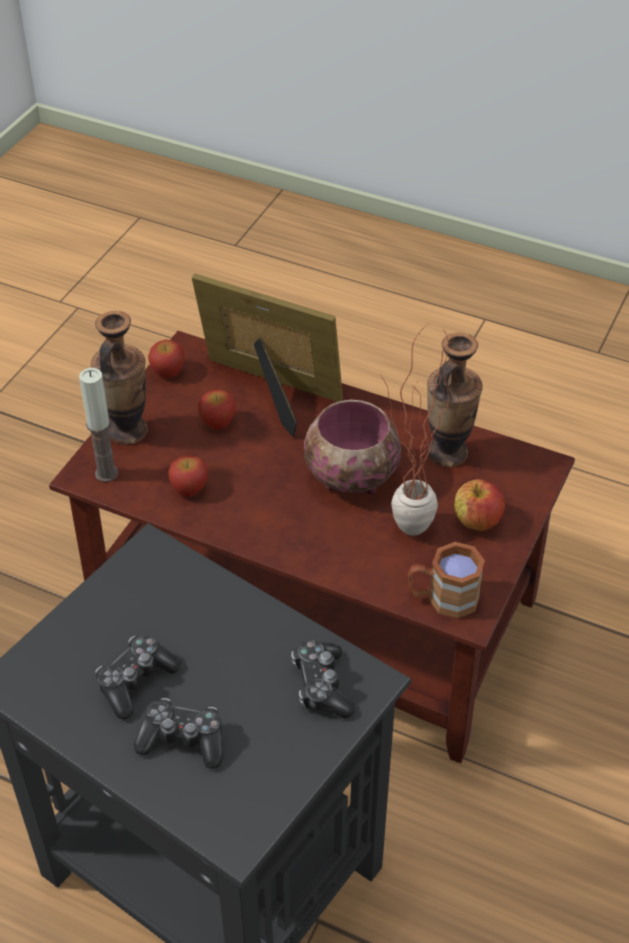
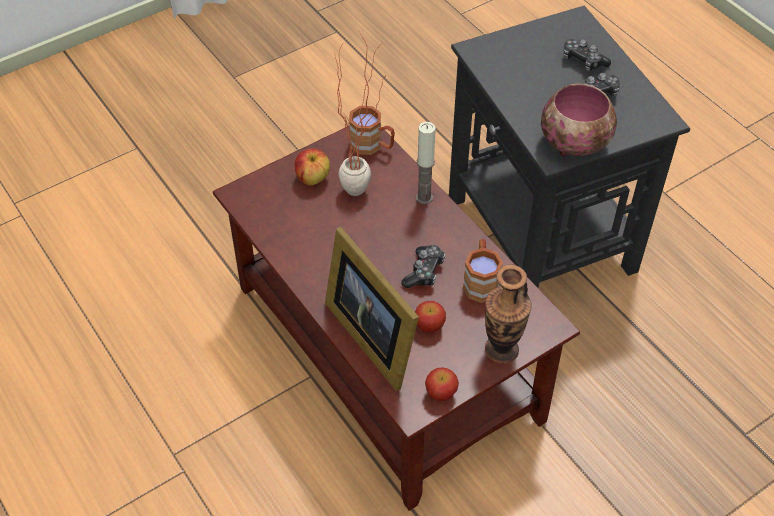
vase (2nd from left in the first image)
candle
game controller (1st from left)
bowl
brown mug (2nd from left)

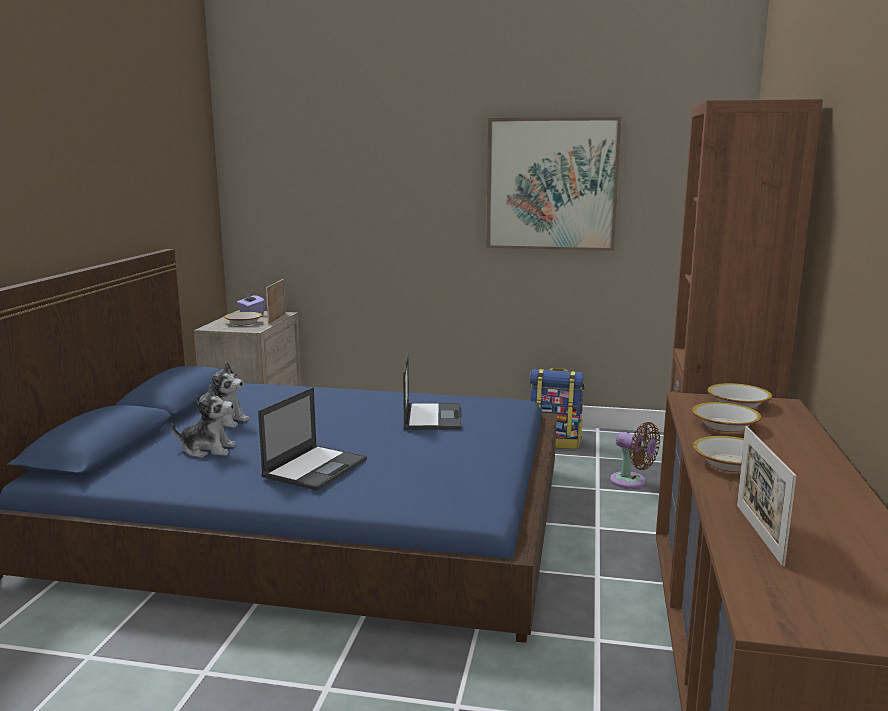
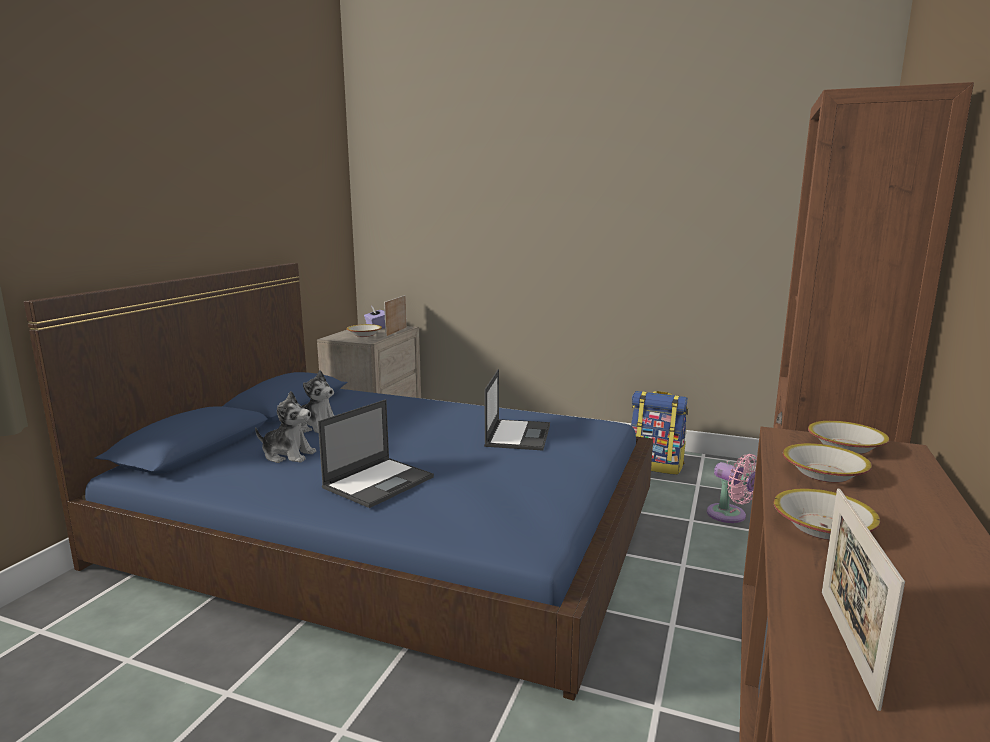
picture
pink fan

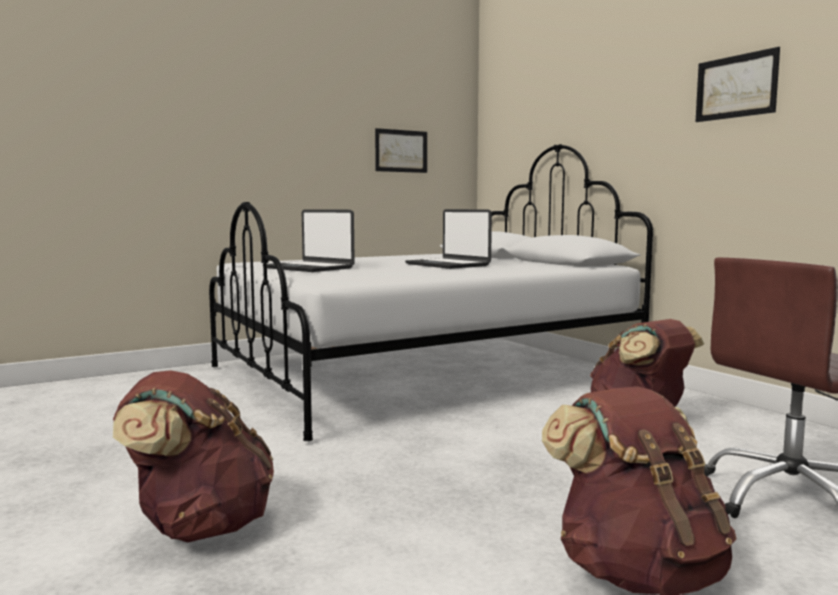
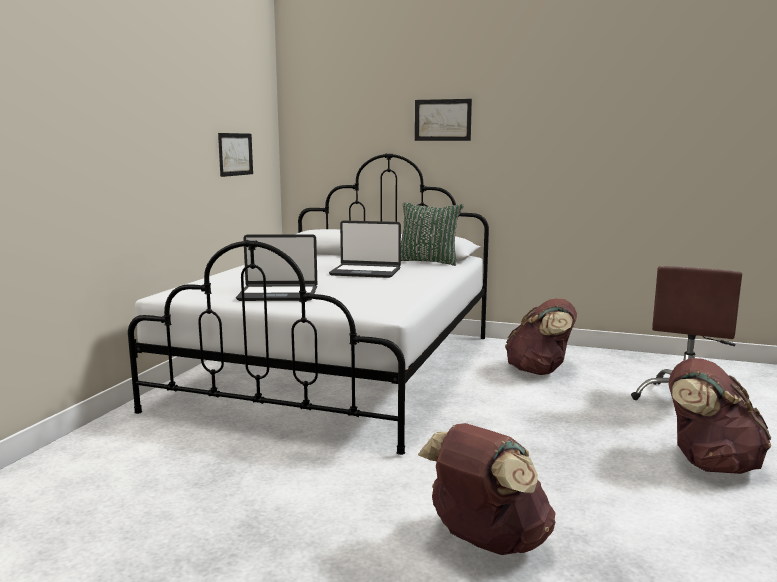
green pillow
picture (2nd from left)

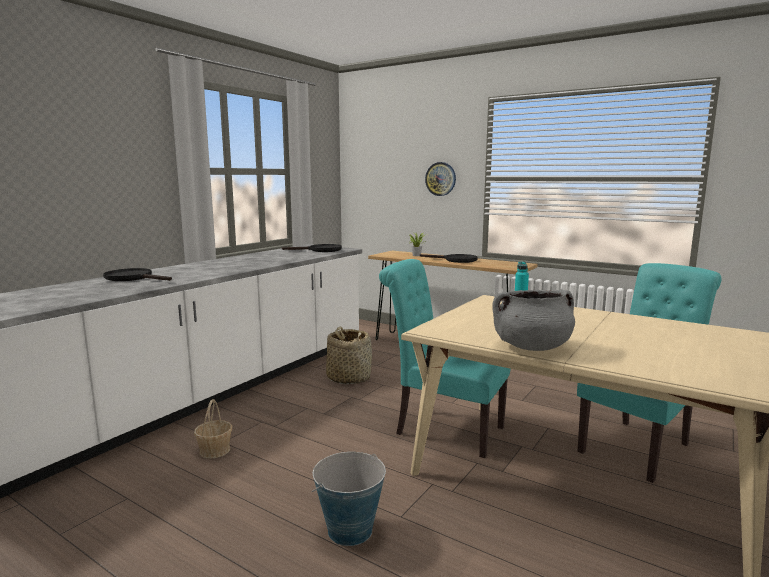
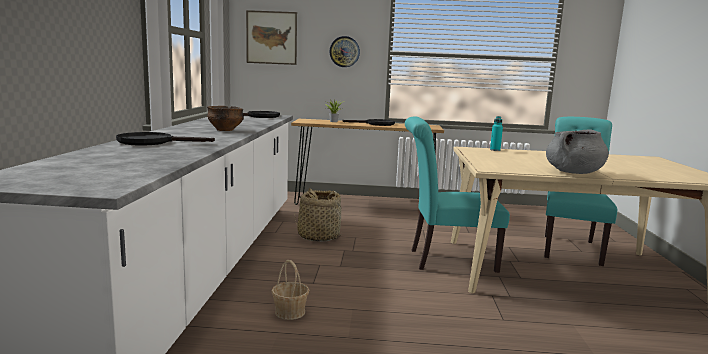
bucket
bowl
picture

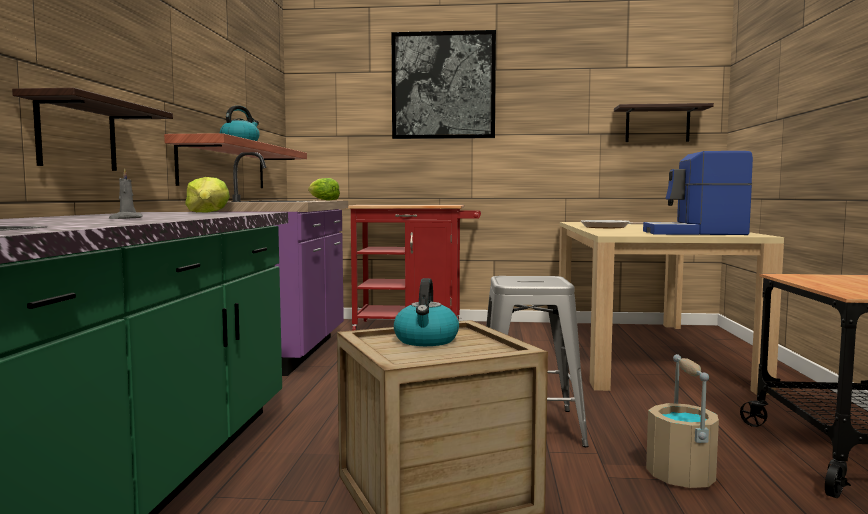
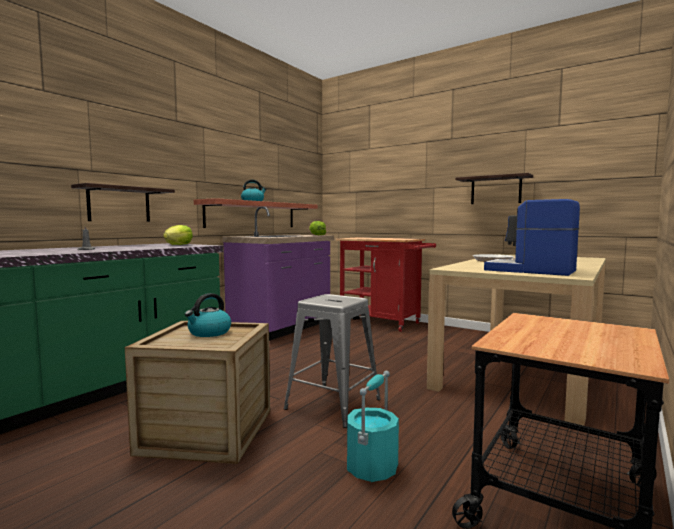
picture
shelf (3rd from left)
turquoise bucket

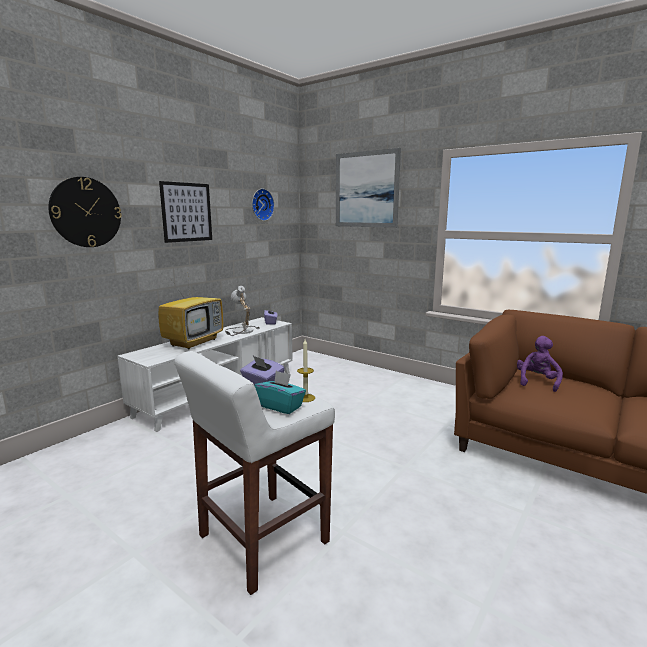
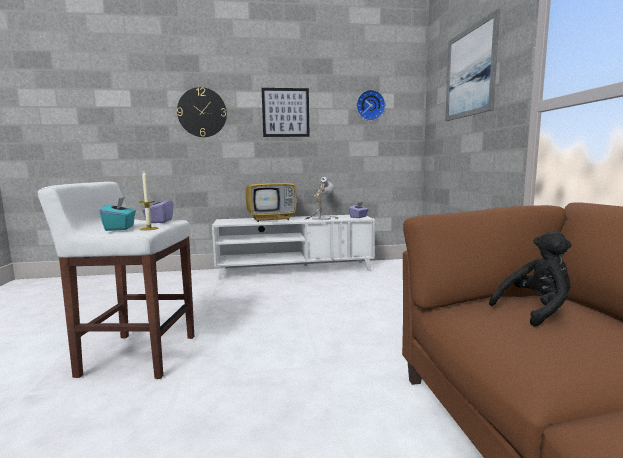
black plush toy

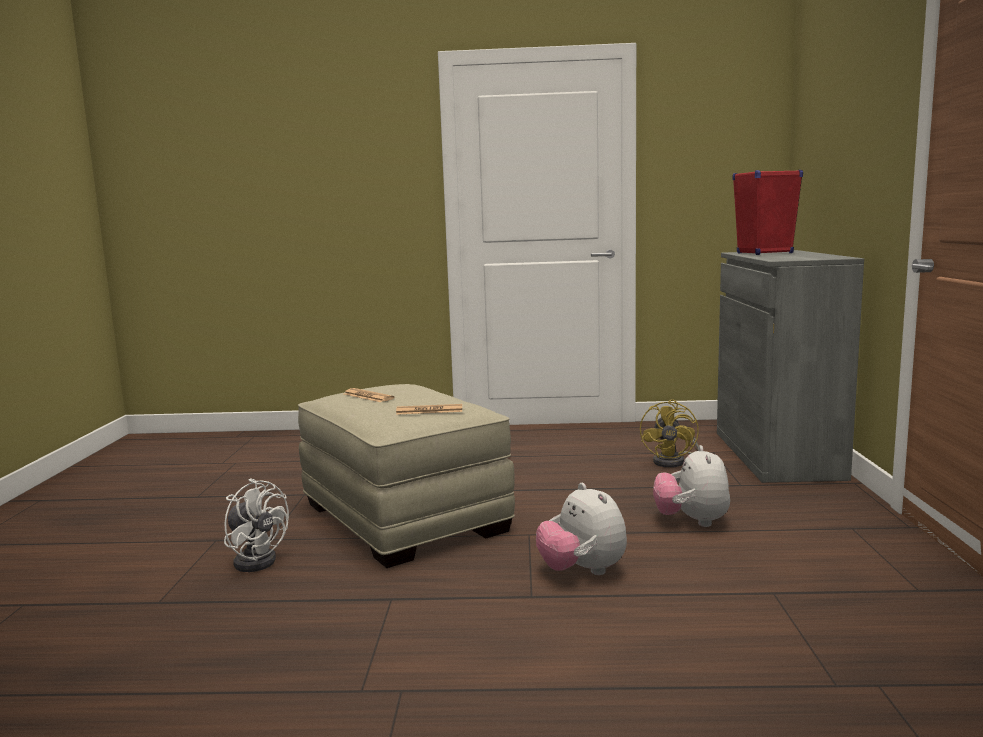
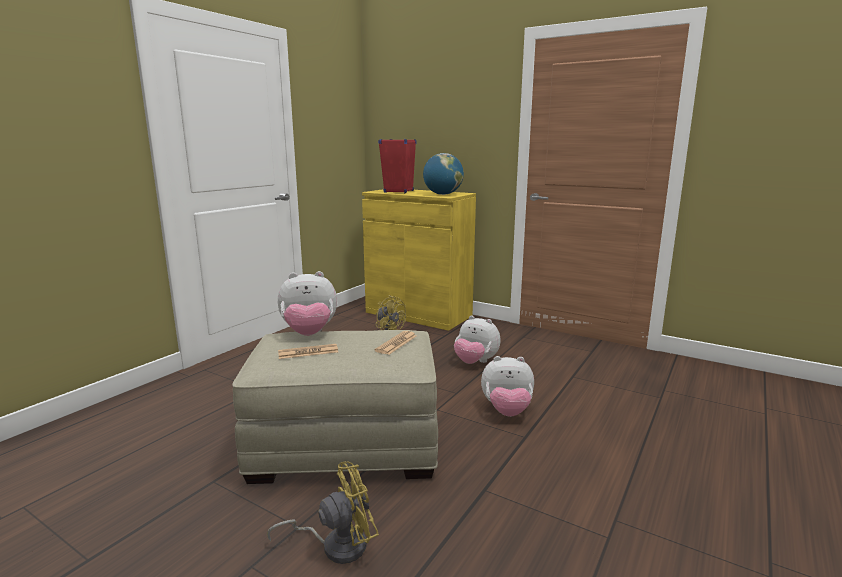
plush toy (1st from left)
globe
yellow fan (1st from left)
yellow cabinet

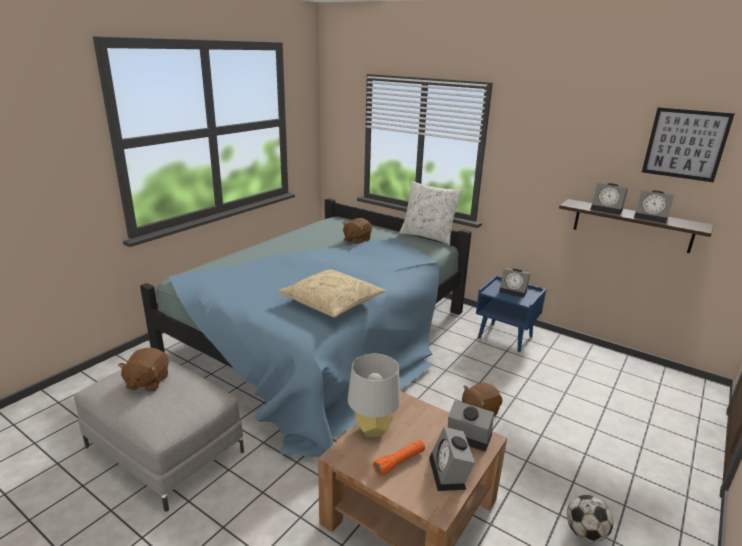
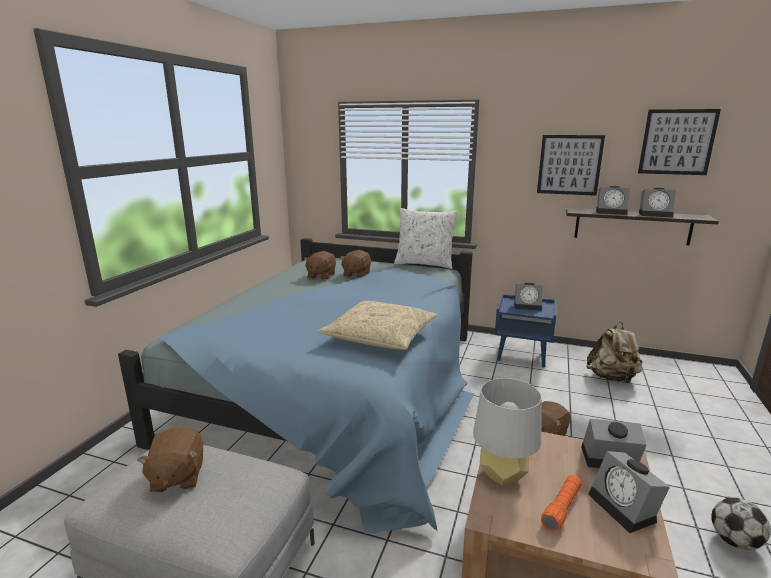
brown plush toy (2nd from left)
picture (1st from left)
beige backpack

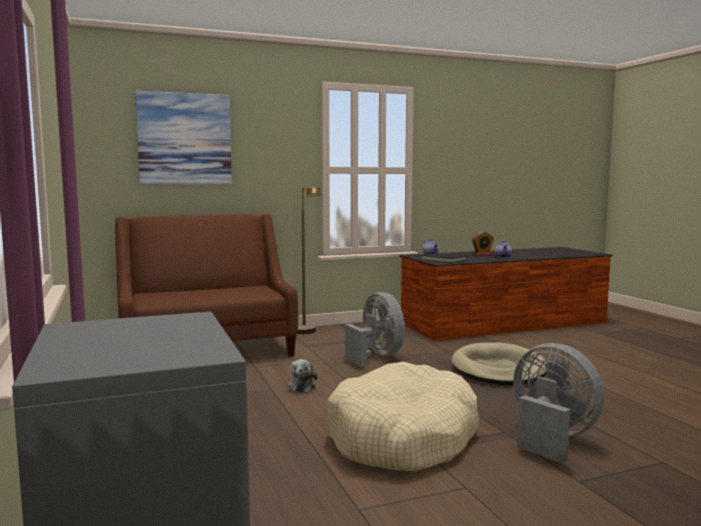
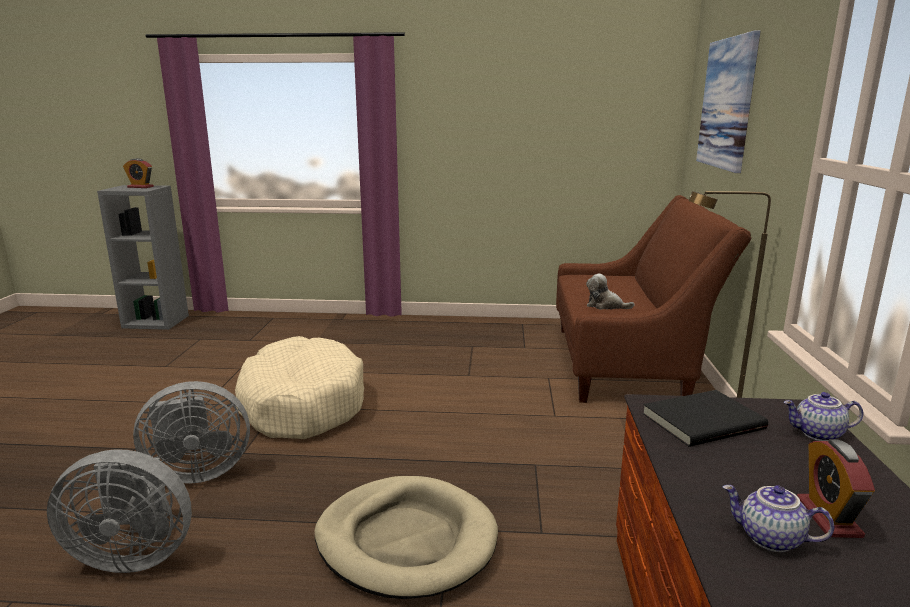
alarm clock (1st from left)
plush toy
grey fan (1st from left)

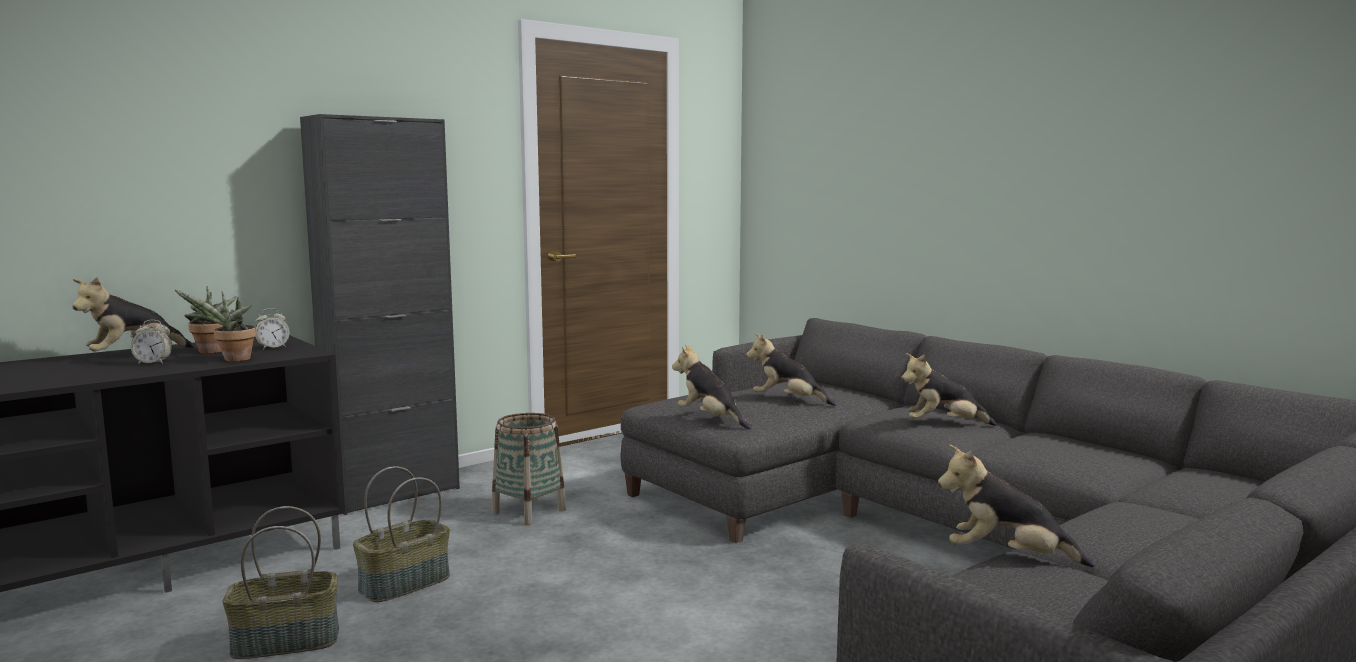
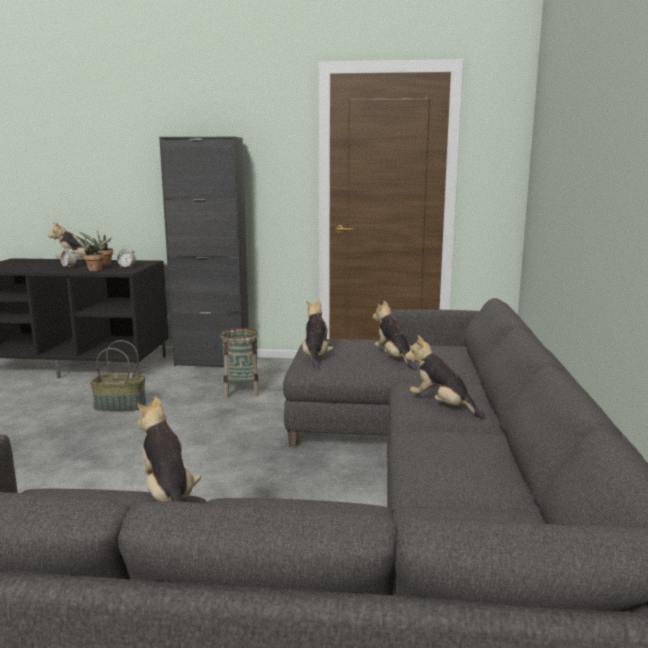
basket (1st from left in the first image)

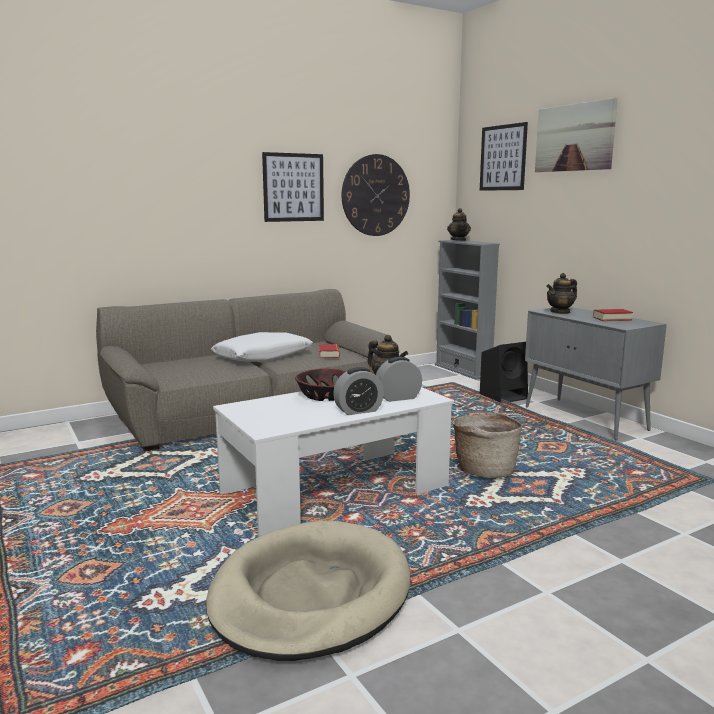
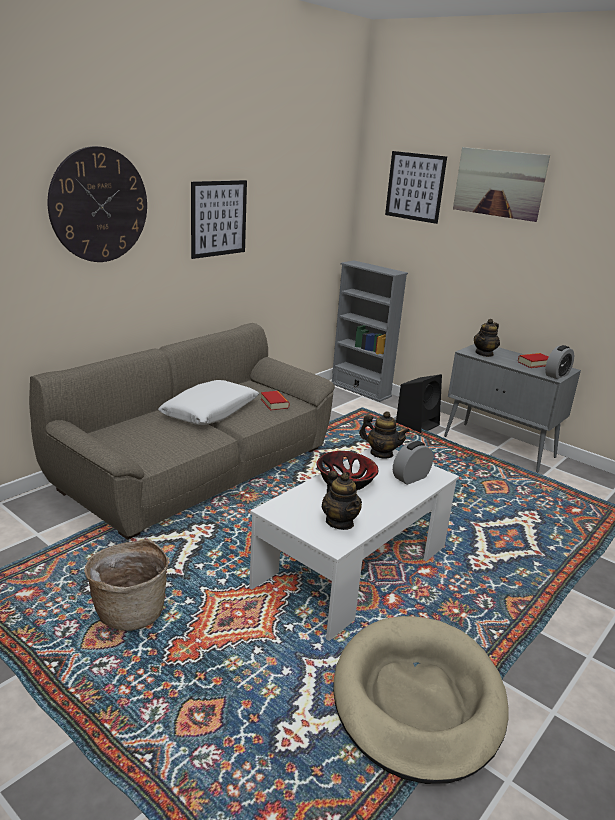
alarm clock (2nd from left)
wall clock
teapot (1st from left)
basket

